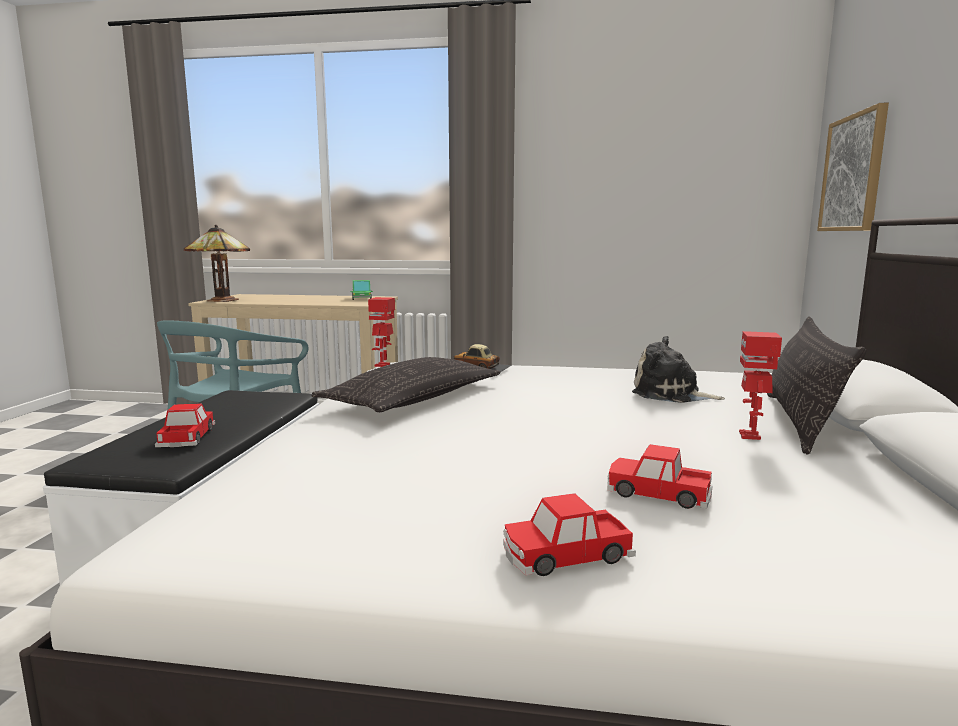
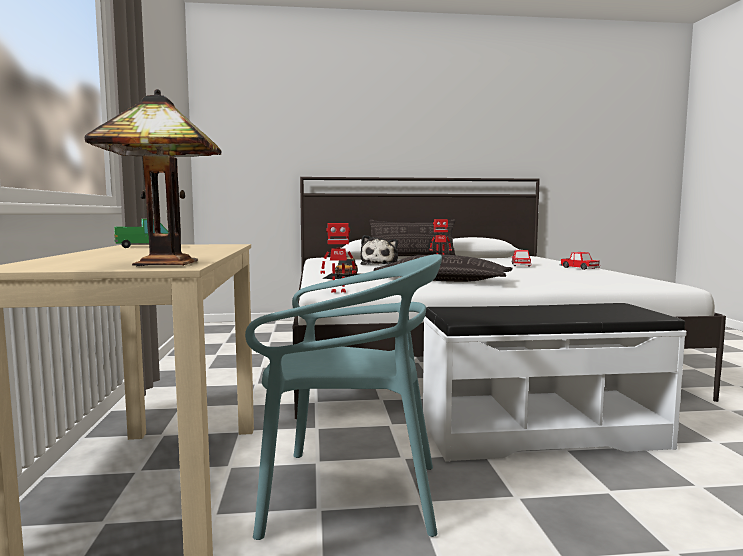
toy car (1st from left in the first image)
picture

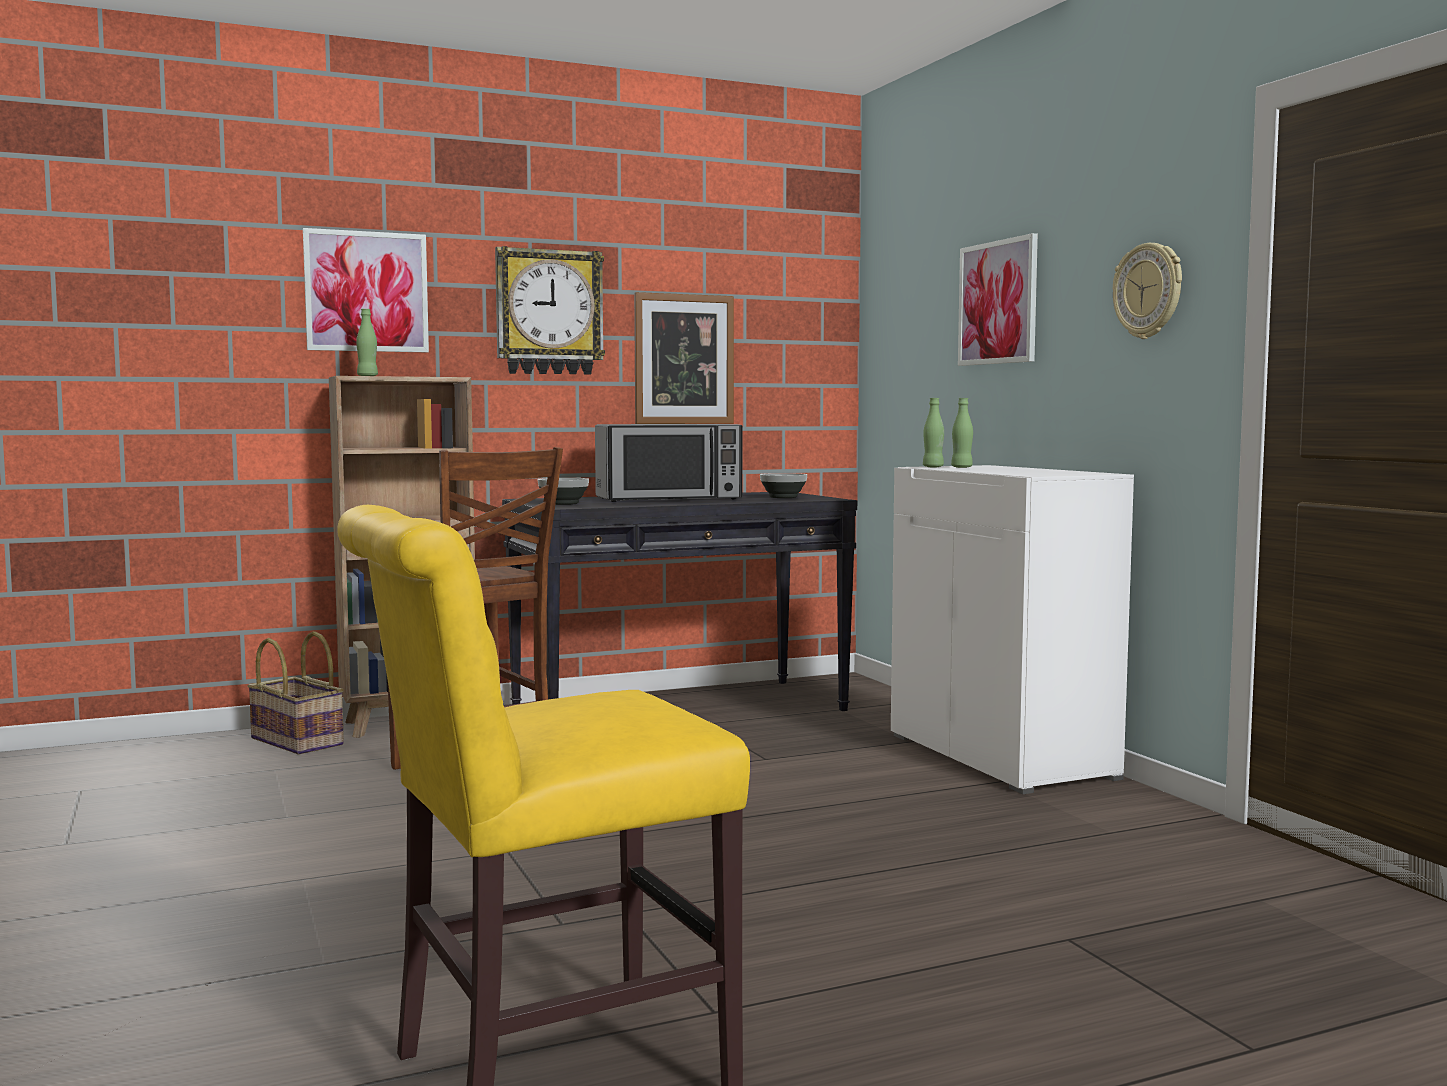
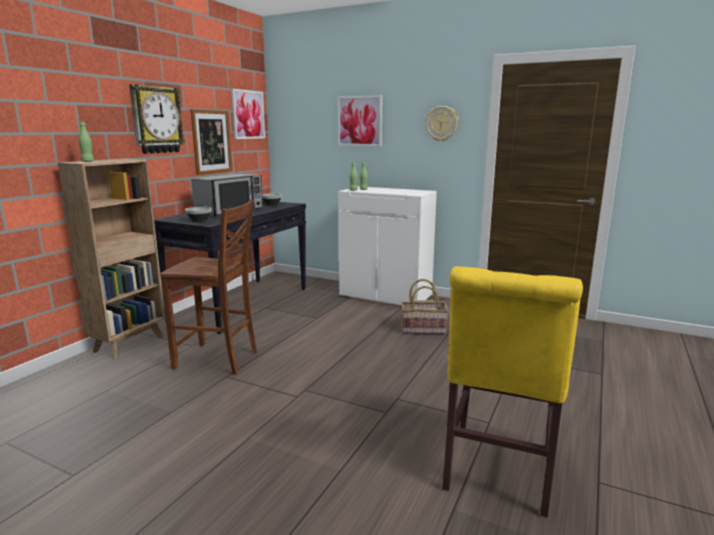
basket
picture (2nd from left)

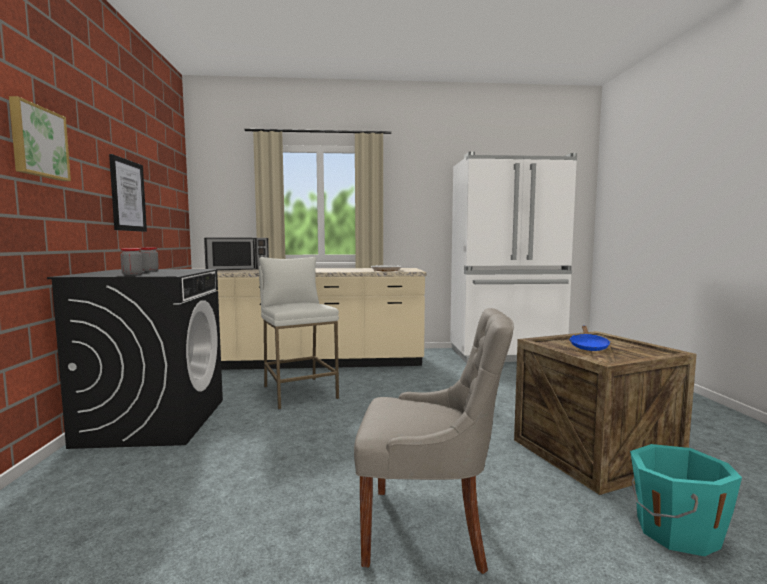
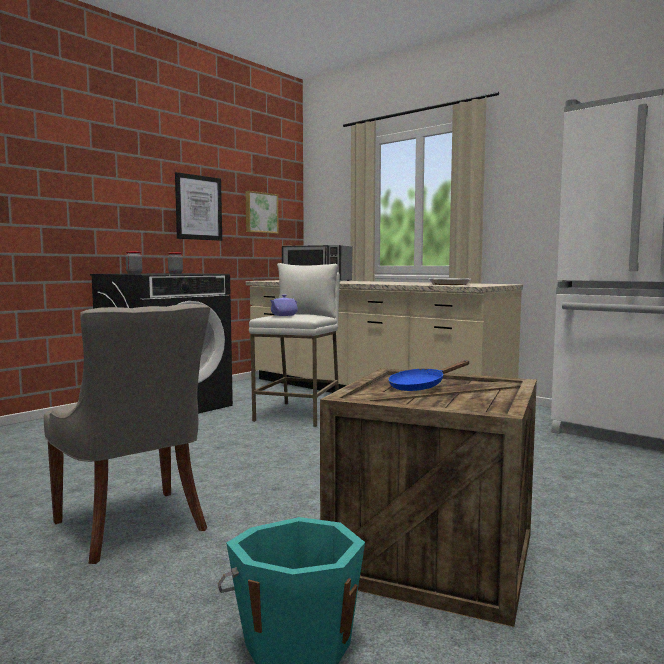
purple teapot
picture (2nd from left)

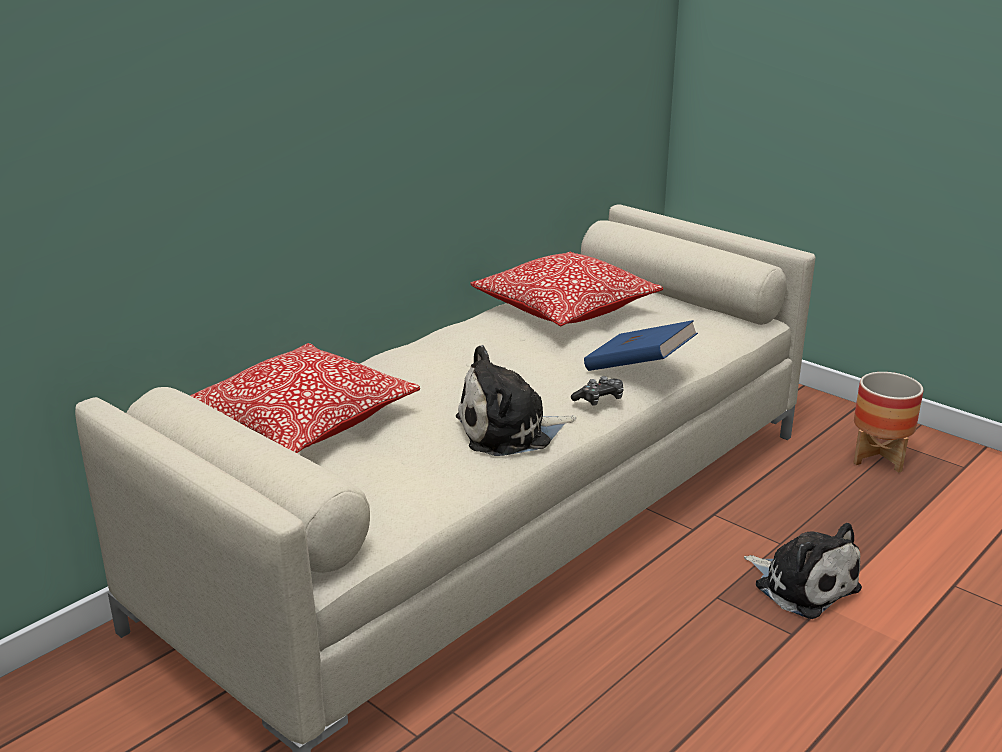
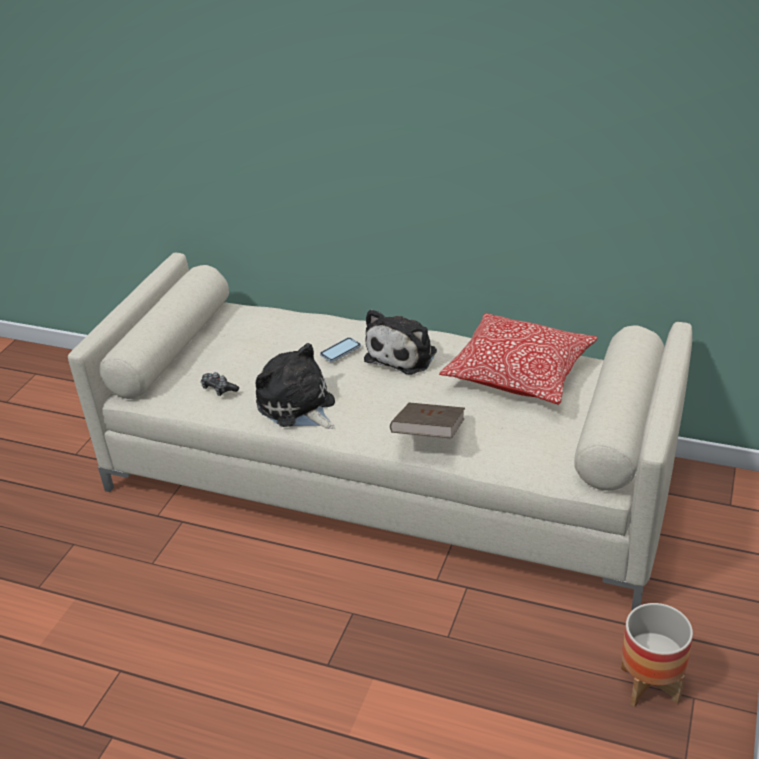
pillow (1st from left in the first image)
phone
game controller
plush toy (2nd from left)
brown book

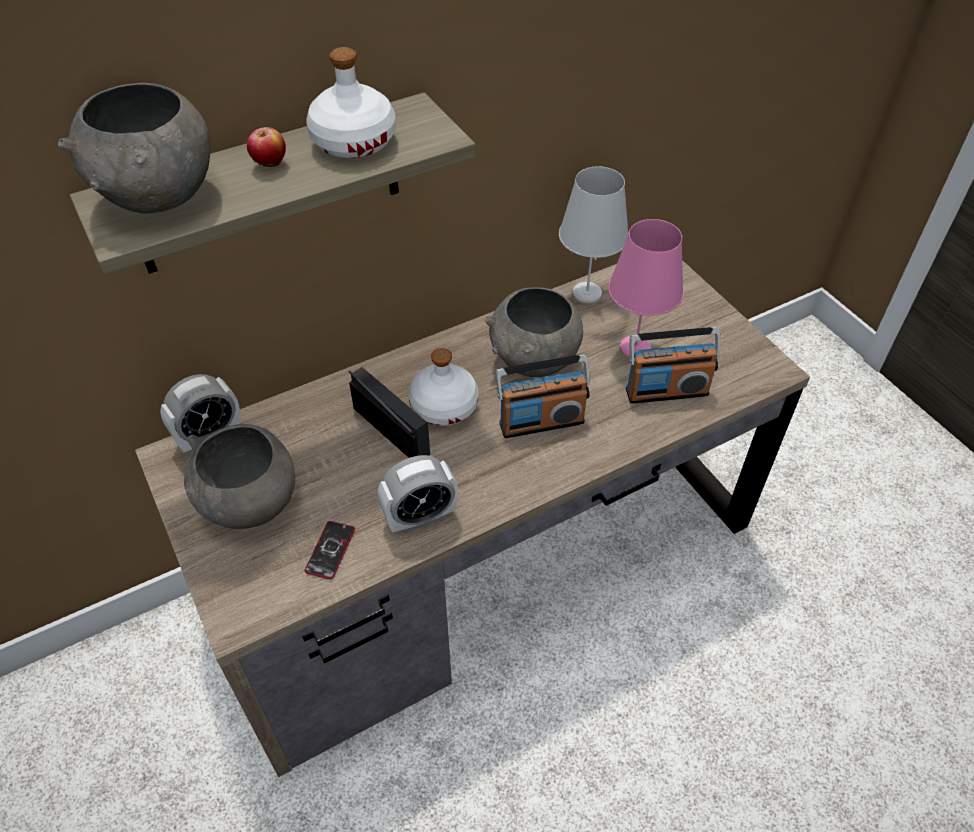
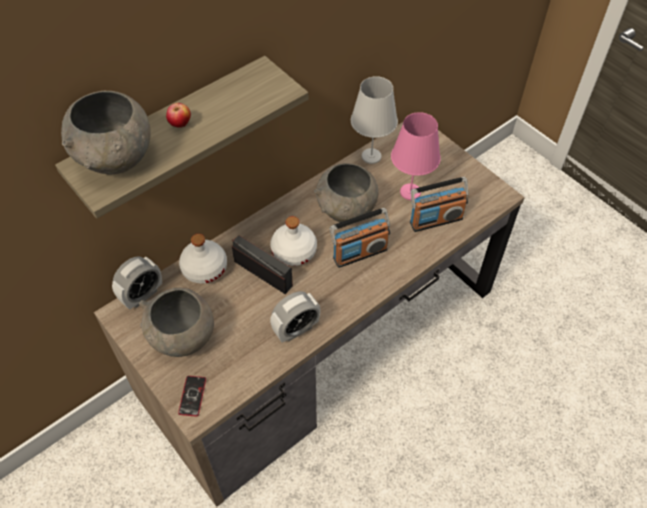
phone
white bottle (1st from left)

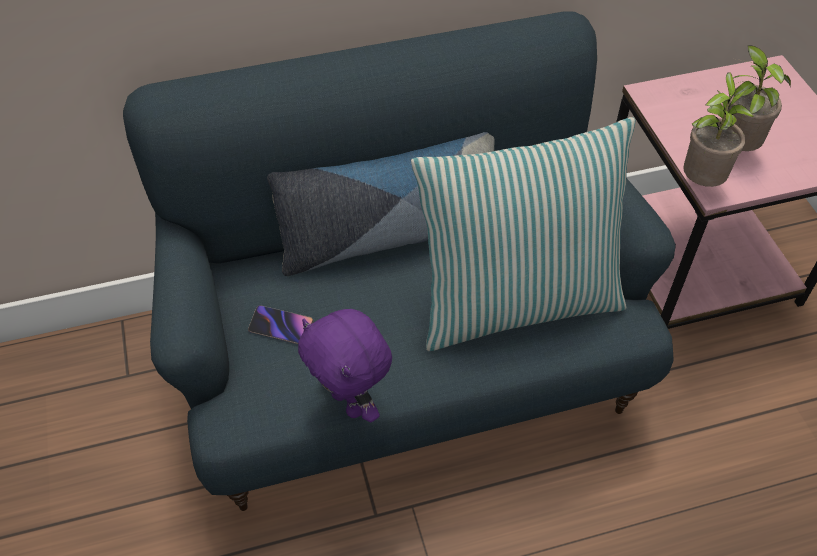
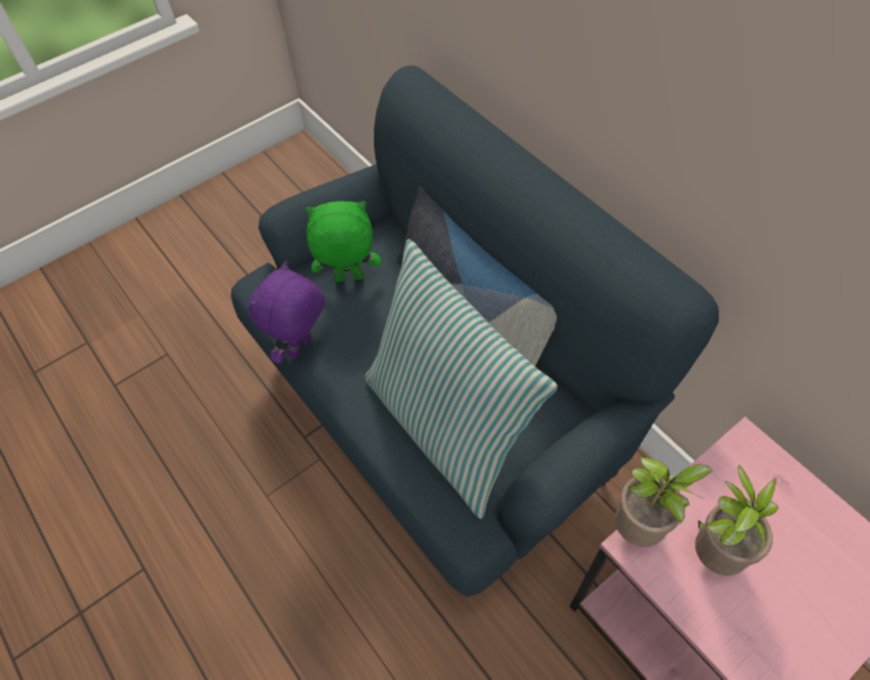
green plush toy

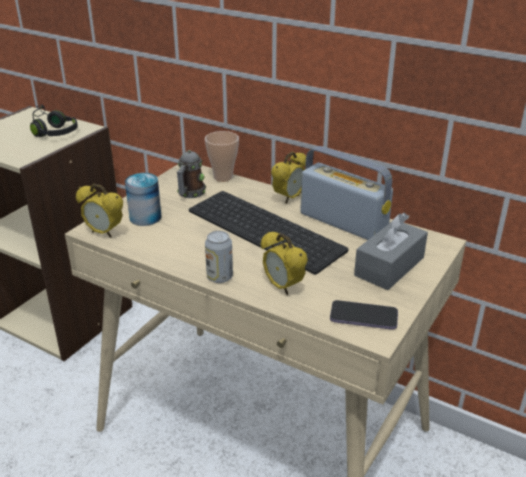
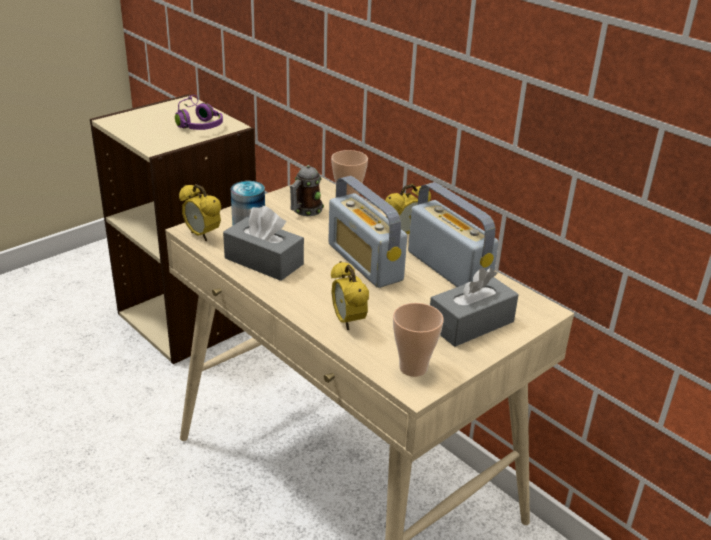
can (2nd from left in the first image)
grey tissue box (1st from left)
radio (1st from left)
cup (2nd from left)
purple headphones

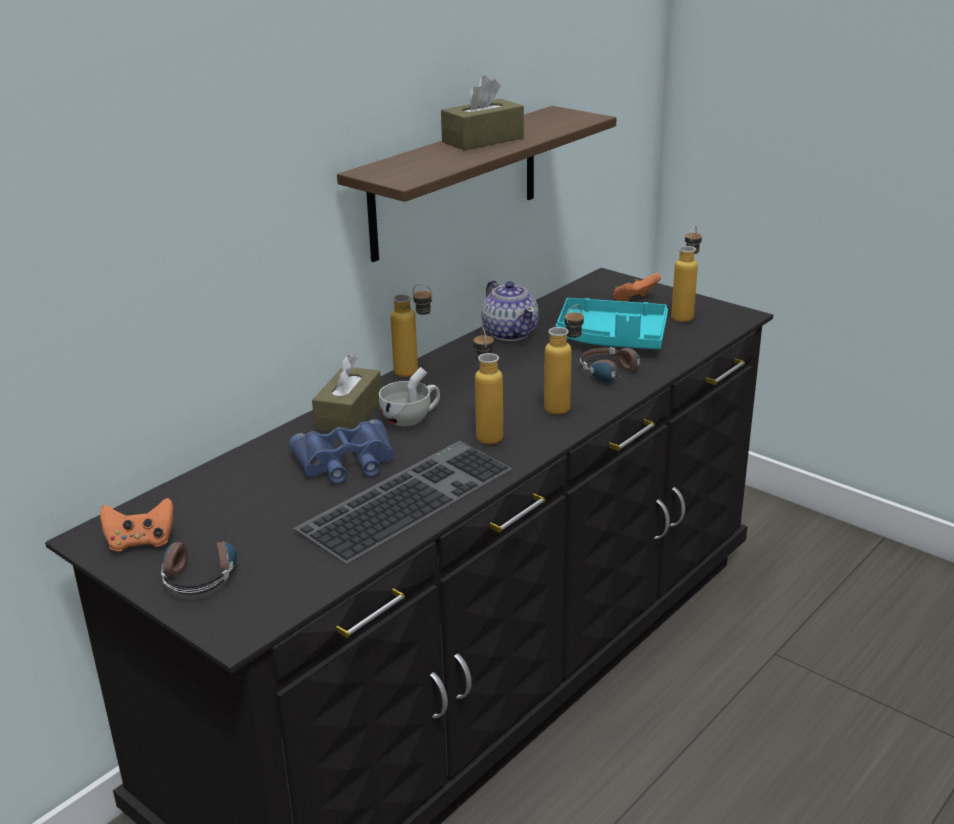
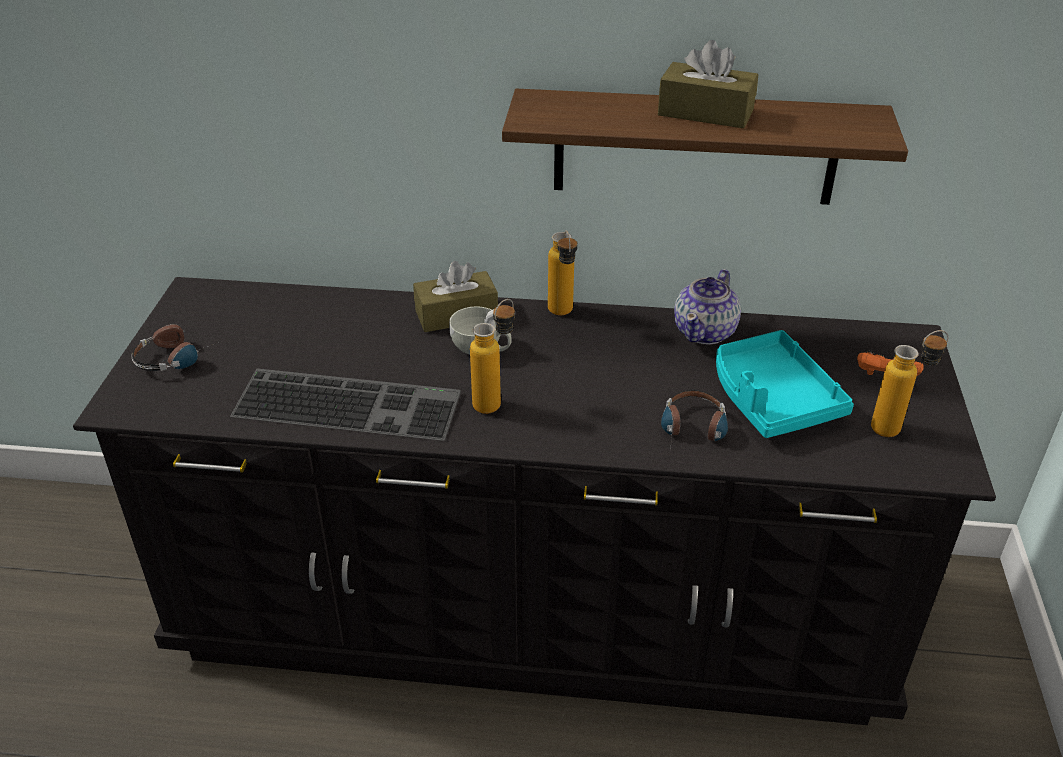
orange game controller (1st from left in the first image)
blue binoculars
bottle (3rd from left in the first image)

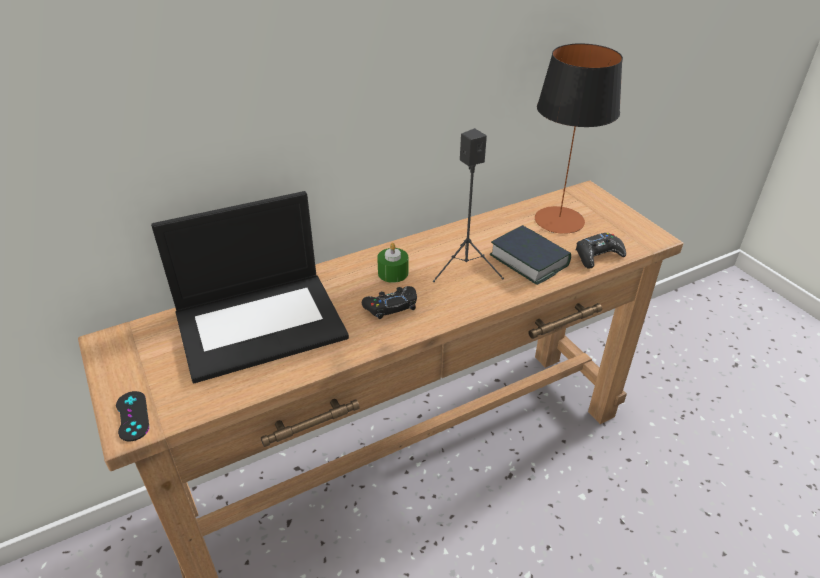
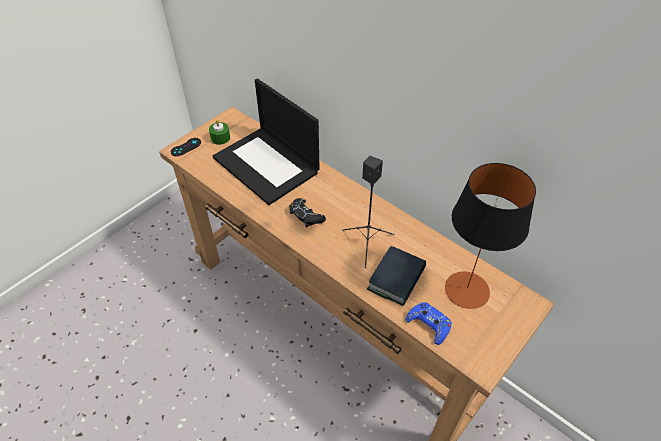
green candle
blue game controller

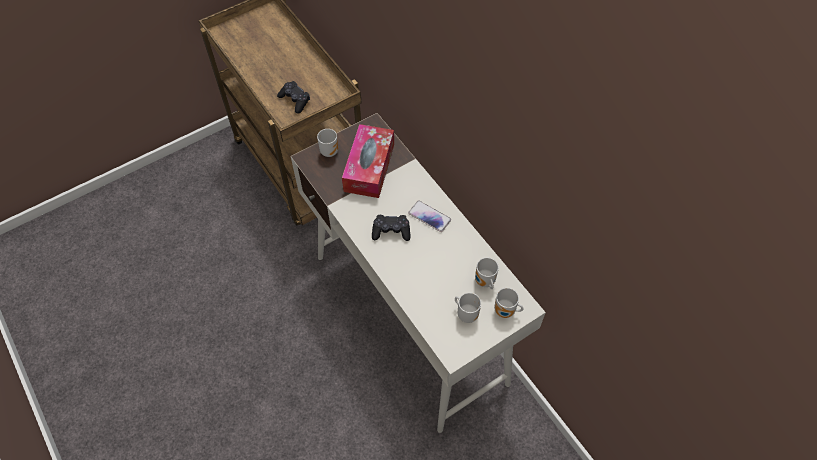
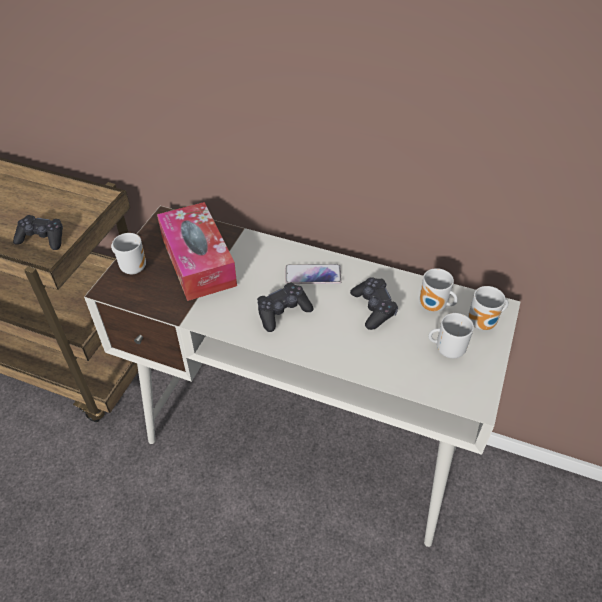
black game controller (3rd from left)

